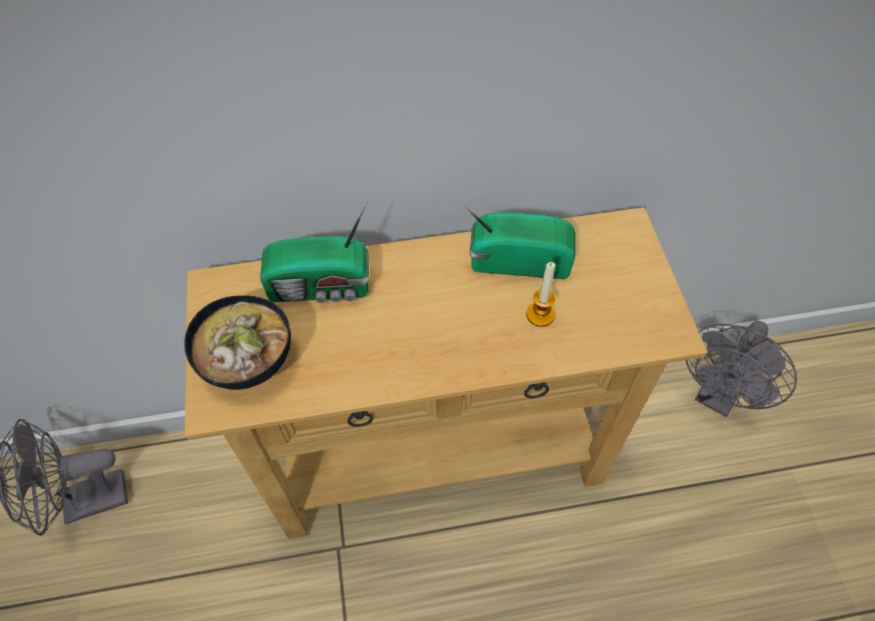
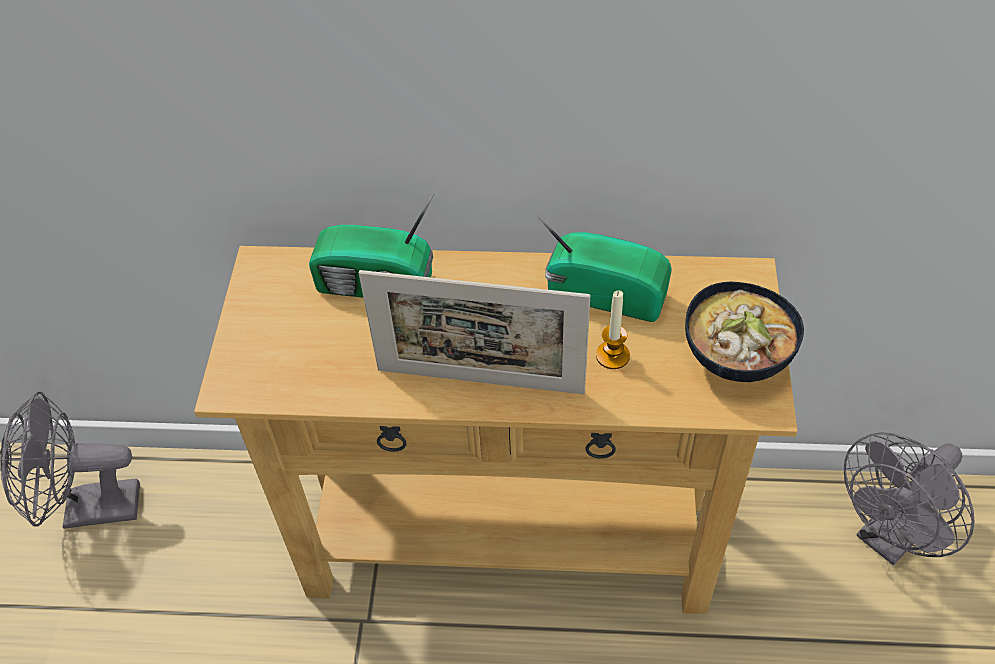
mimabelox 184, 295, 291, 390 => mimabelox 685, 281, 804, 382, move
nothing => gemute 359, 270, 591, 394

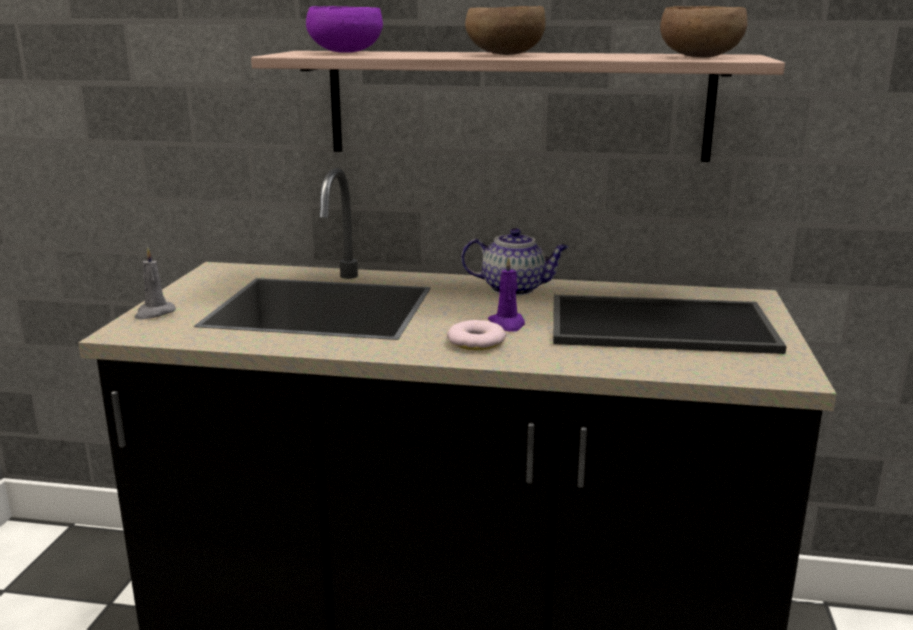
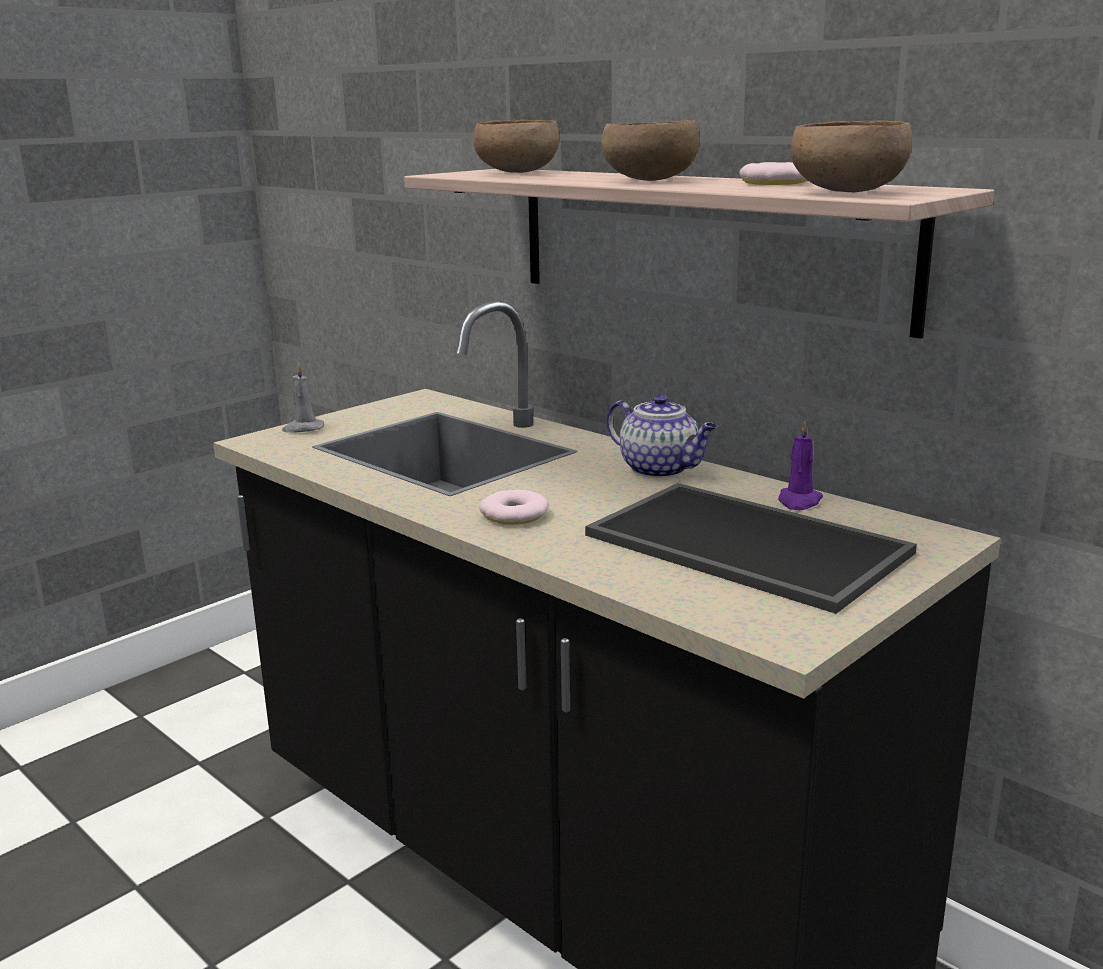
mimabelox (purple) 306, 6, 383, 53 => mimabelox (brown) 473, 120, 559, 173
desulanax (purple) 488, 256, 525, 331 => desulanax (purple) 778, 420, 823, 510, move
nothing => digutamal 739, 162, 807, 185

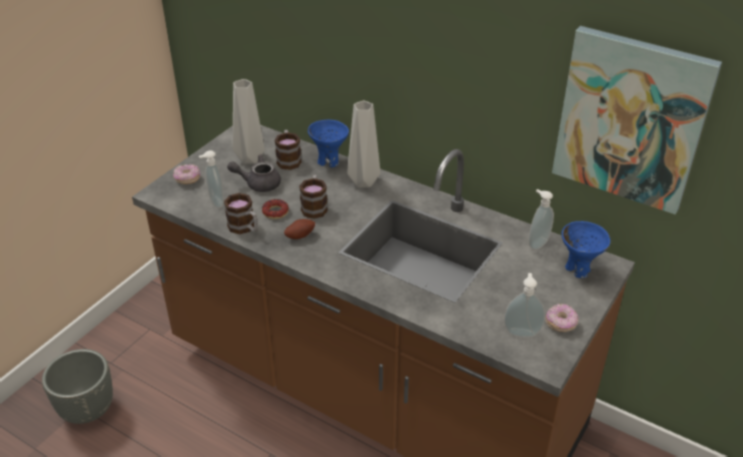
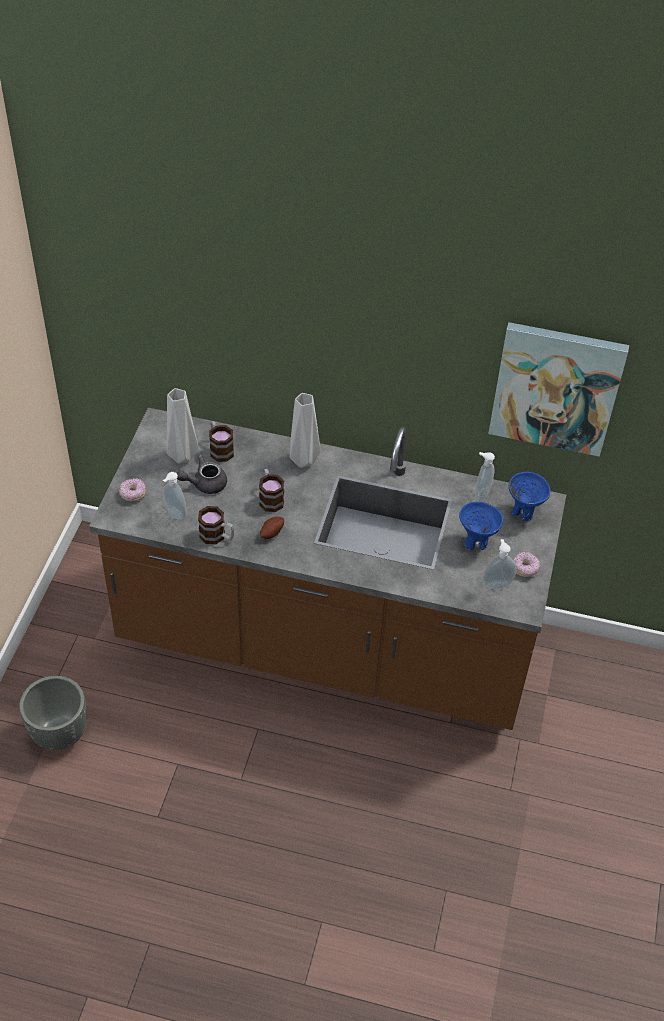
mimabelox (blue) 308, 120, 349, 167 => mimabelox (blue) 459, 501, 503, 550, move
digutamal 262, 199, 289, 219 => nothing

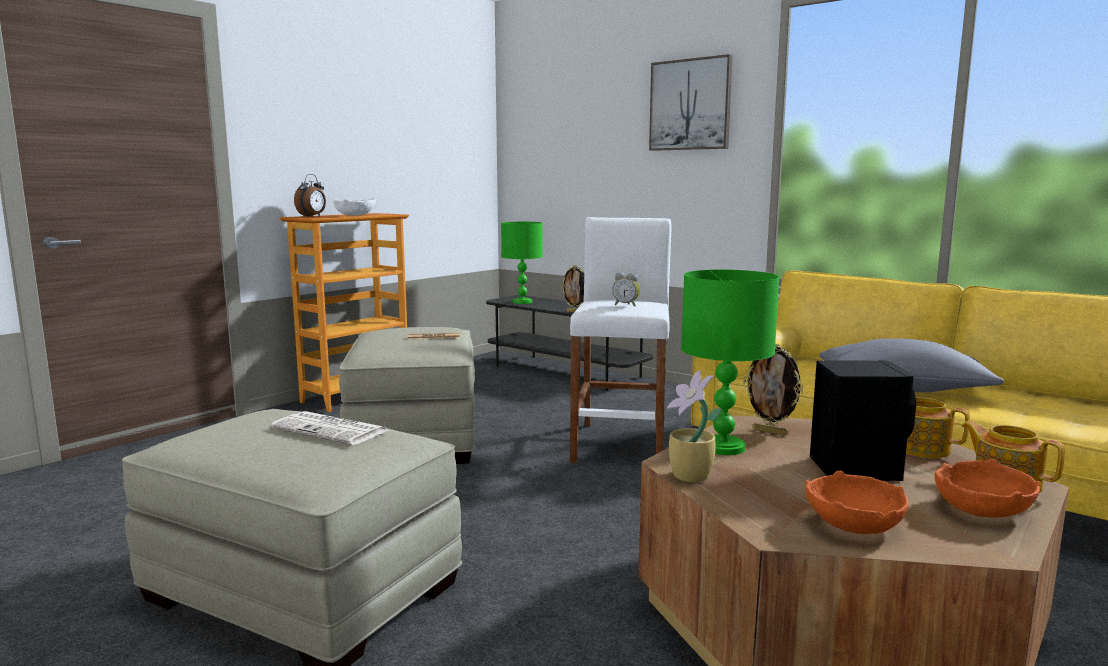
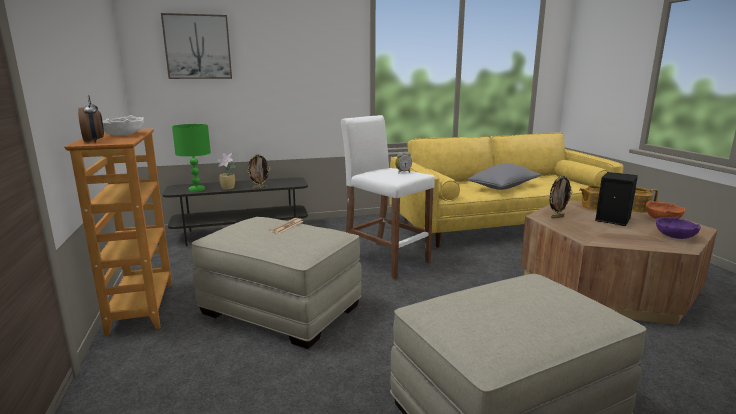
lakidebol 649, 54, 733, 151 => lakidebol 161, 13, 232, 79, move
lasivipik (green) 681, 270, 779, 455 => nothing
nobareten 667, 370, 722, 482 => nobareten 217, 153, 237, 190, move
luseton 270, 411, 388, 445 => nothing
mimabelox (orange) 805, 470, 908, 534 => mimabelox (purple) 656, 217, 701, 239

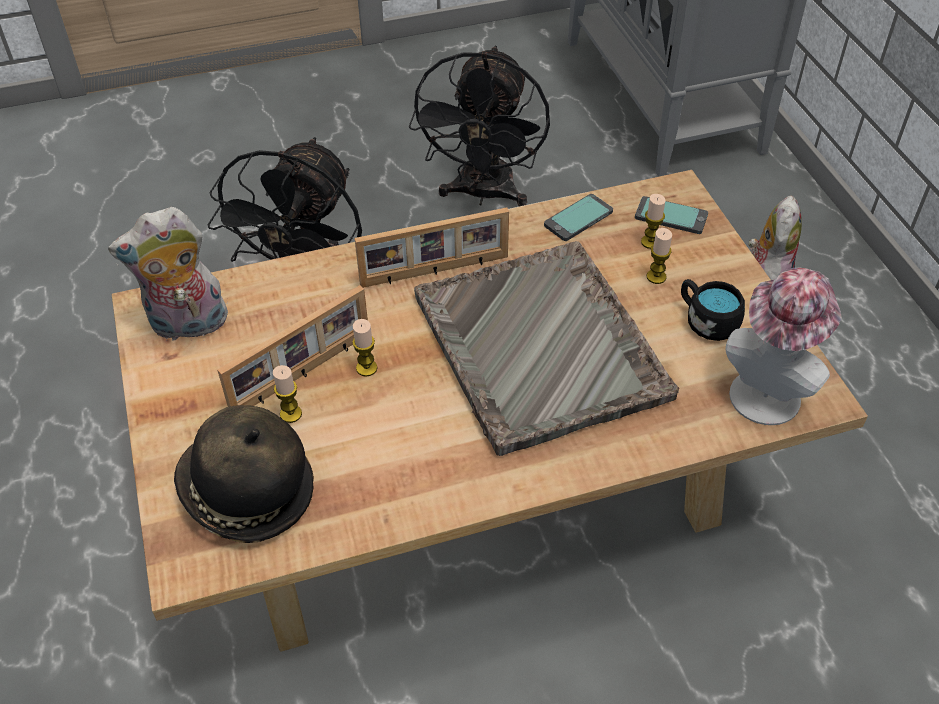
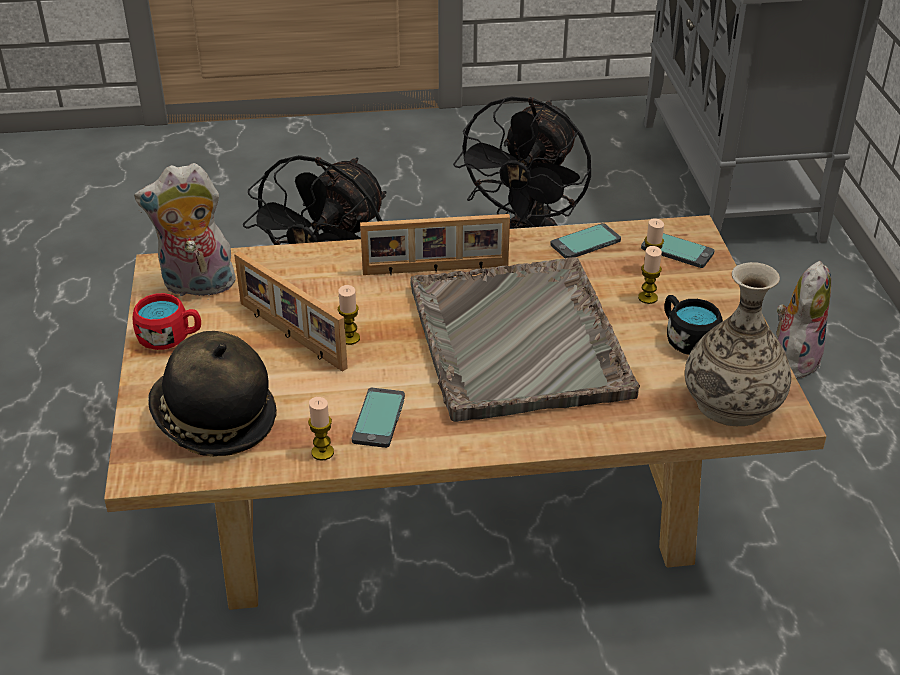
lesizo 725, 268, 842, 425 => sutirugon 685, 262, 791, 426
gemute 217, 285, 368, 407 => gemute 234, 251, 348, 372, 75 degrees clockwise
desulanax 273, 365, 302, 423 => desulanax 308, 397, 334, 461, move
nothing => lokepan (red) 133, 293, 201, 350
nothing => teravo 352, 388, 405, 448

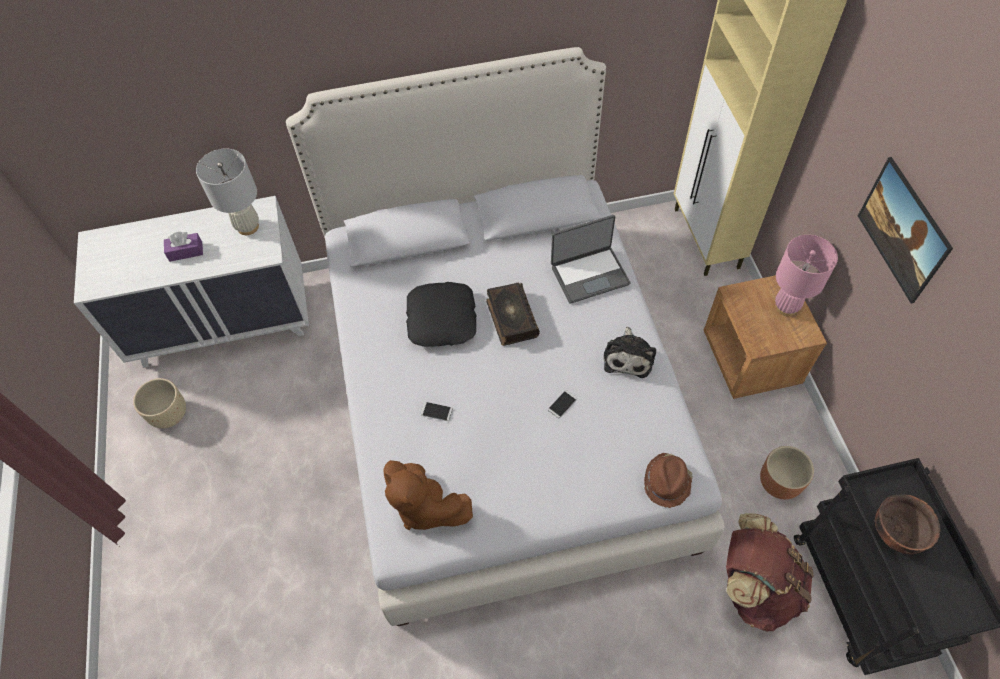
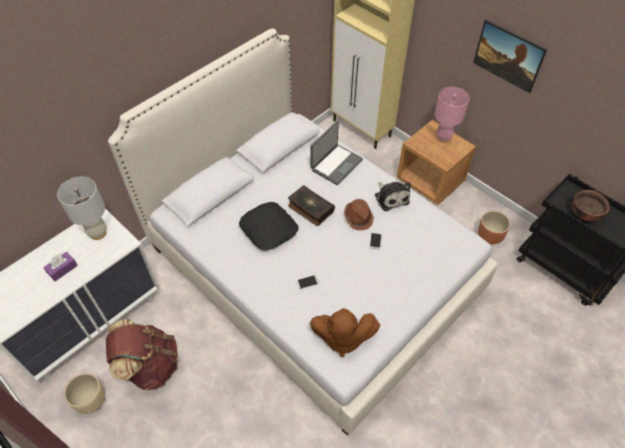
lesizo (brown) 644, 453, 693, 508 => lesizo (brown) 344, 199, 374, 230, move
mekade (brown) 726, 513, 813, 631 => mekade (brown) 106, 319, 178, 390, move

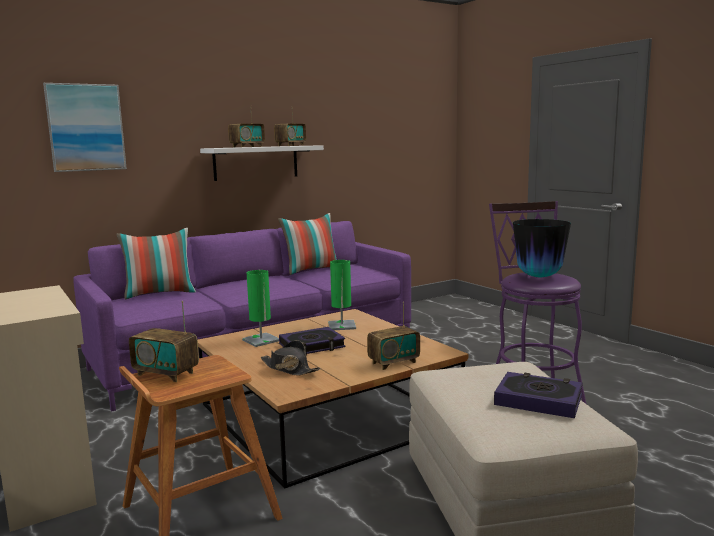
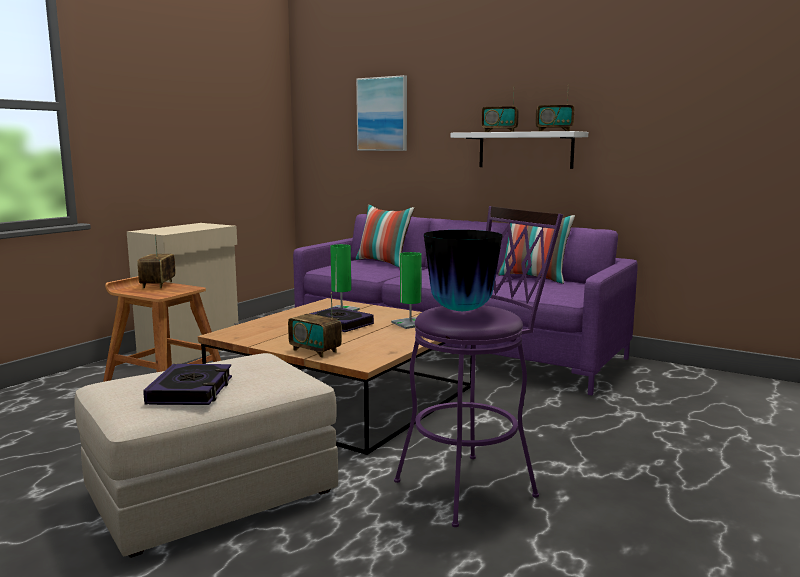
lesizo (black) 261, 340, 321, 376 => nothing

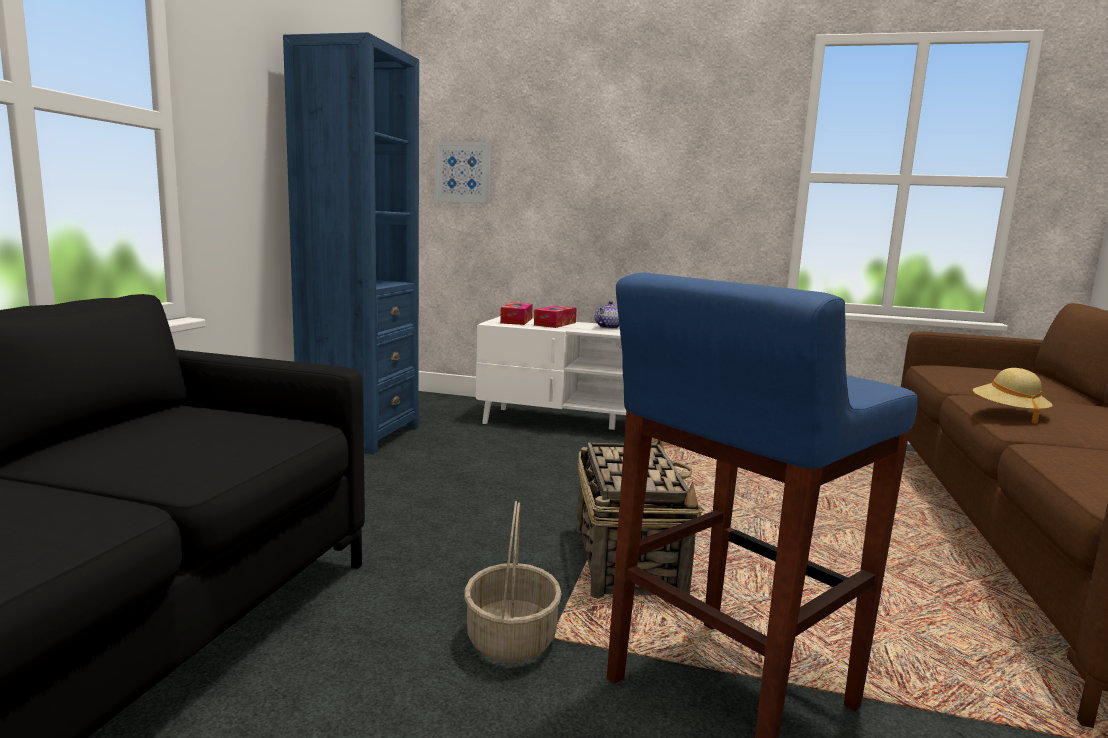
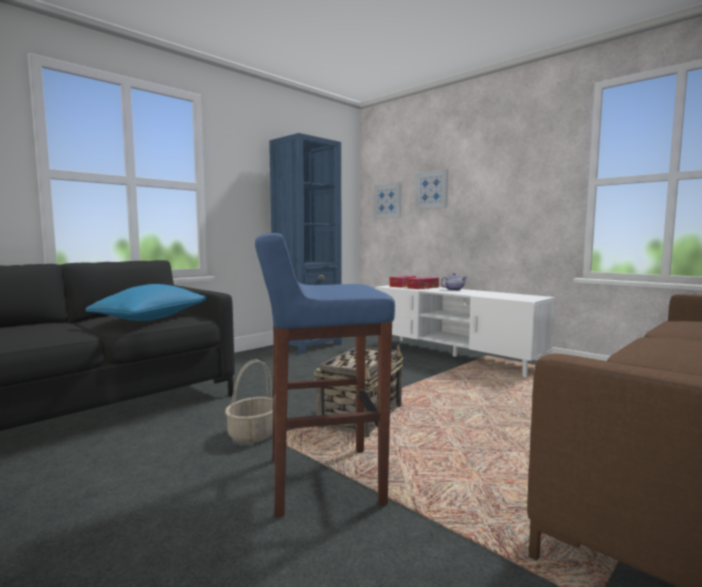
lesizo (beige) 973, 368, 1052, 424 => nothing
nothing => lakidebol 415, 169, 448, 209
nothing => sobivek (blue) 86, 284, 206, 321

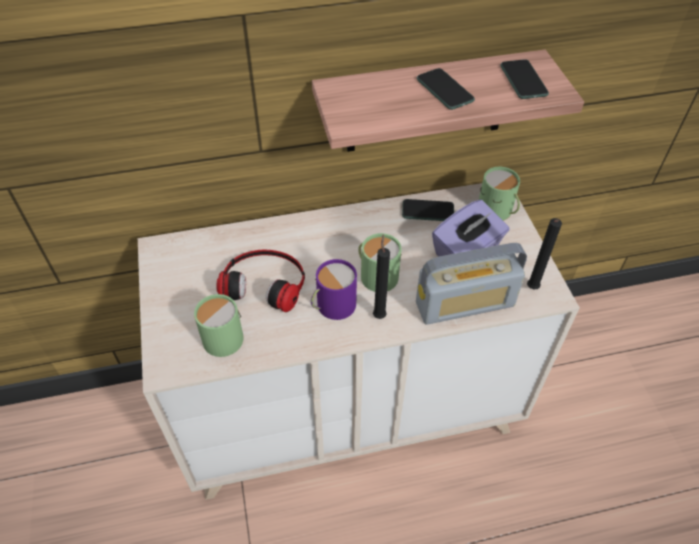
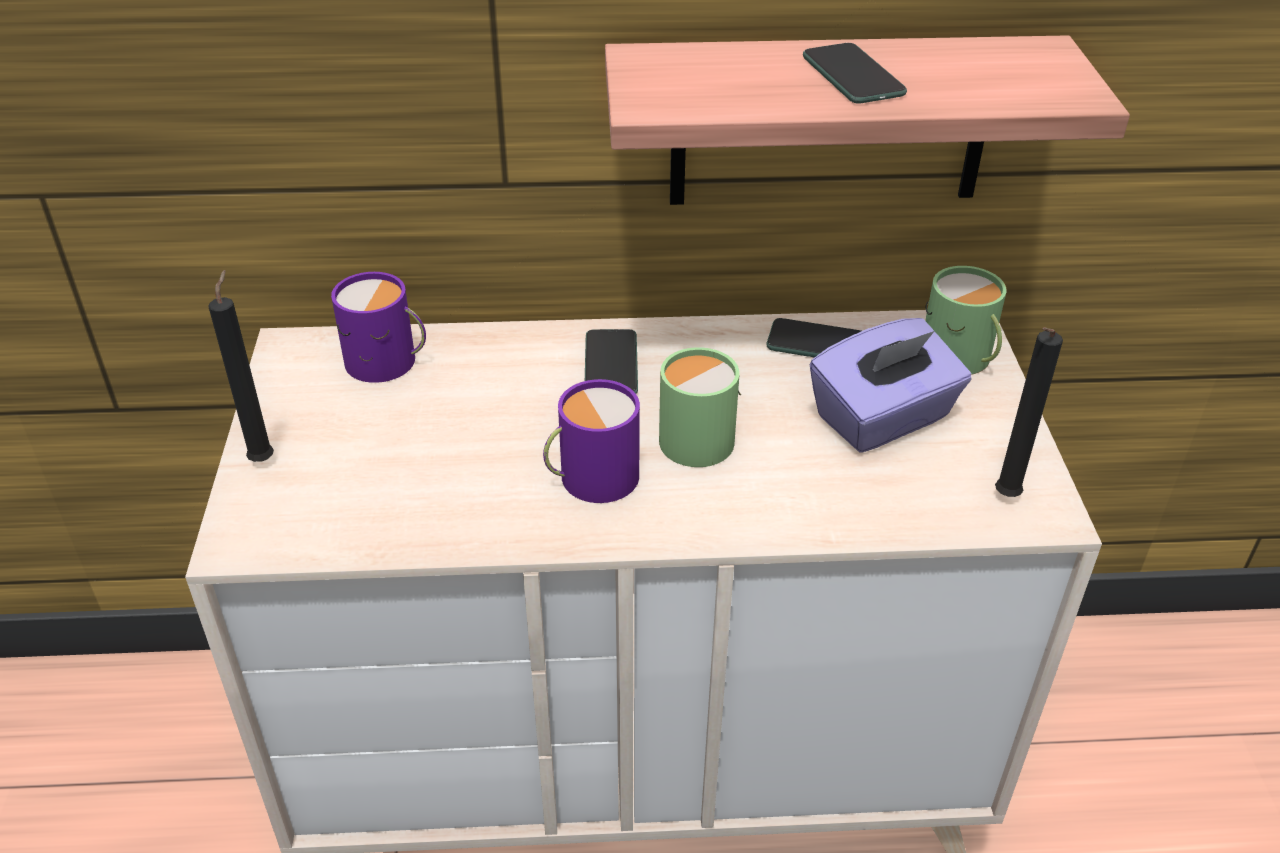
teravo 501, 59, 549, 99 => teravo 585, 329, 638, 394, move
desulanax (black) 373, 234, 390, 319 => desulanax (black) 208, 270, 274, 462, move
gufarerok 416, 243, 527, 325 => nothing
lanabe 217, 250, 305, 312 => nothing
lokepan (green) 194, 294, 244, 357 => nothing
nothing => lokepan (purple) 331, 272, 426, 383

